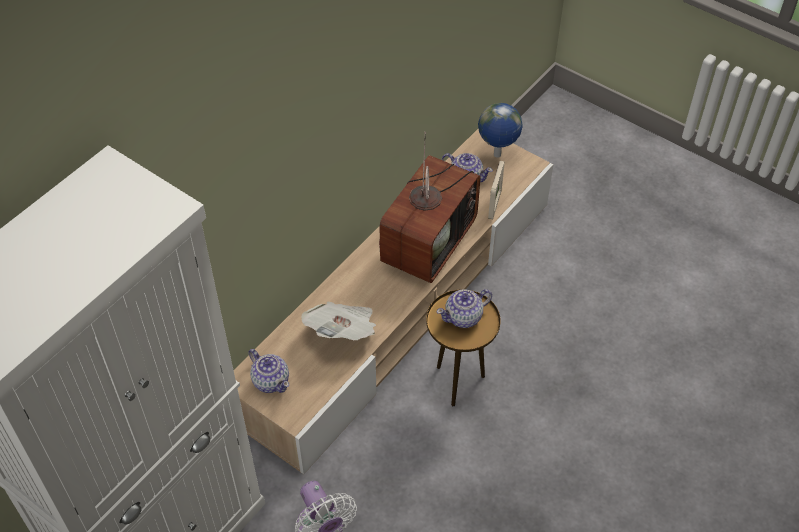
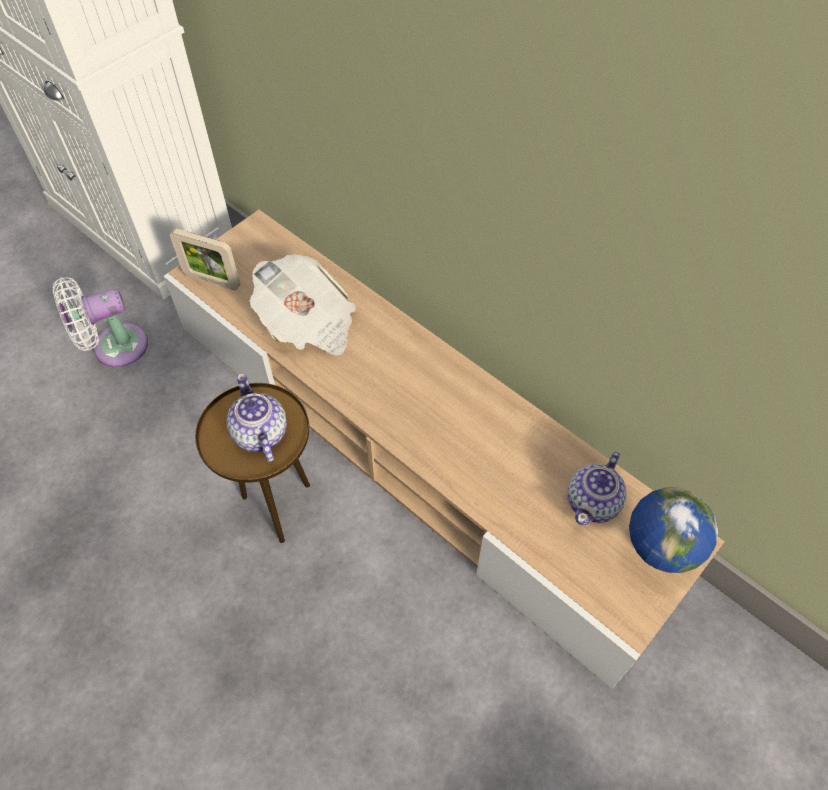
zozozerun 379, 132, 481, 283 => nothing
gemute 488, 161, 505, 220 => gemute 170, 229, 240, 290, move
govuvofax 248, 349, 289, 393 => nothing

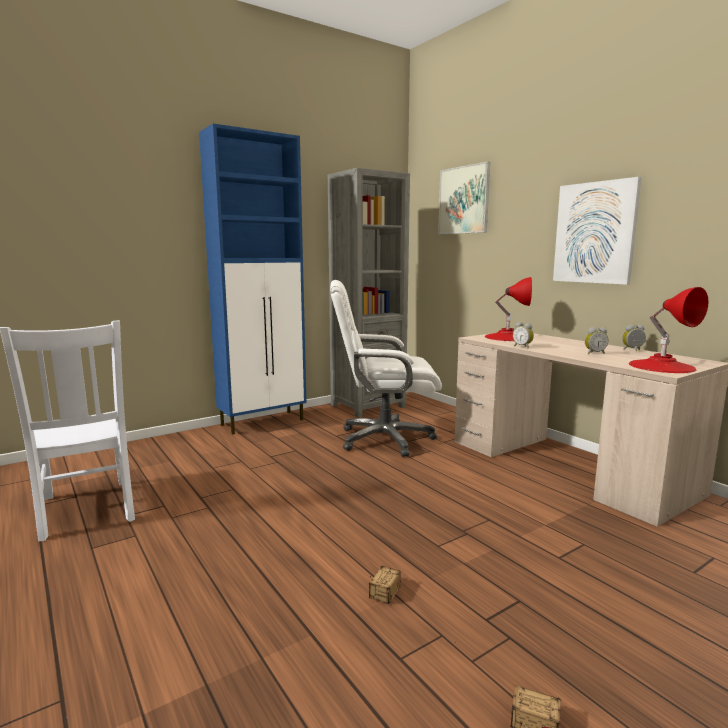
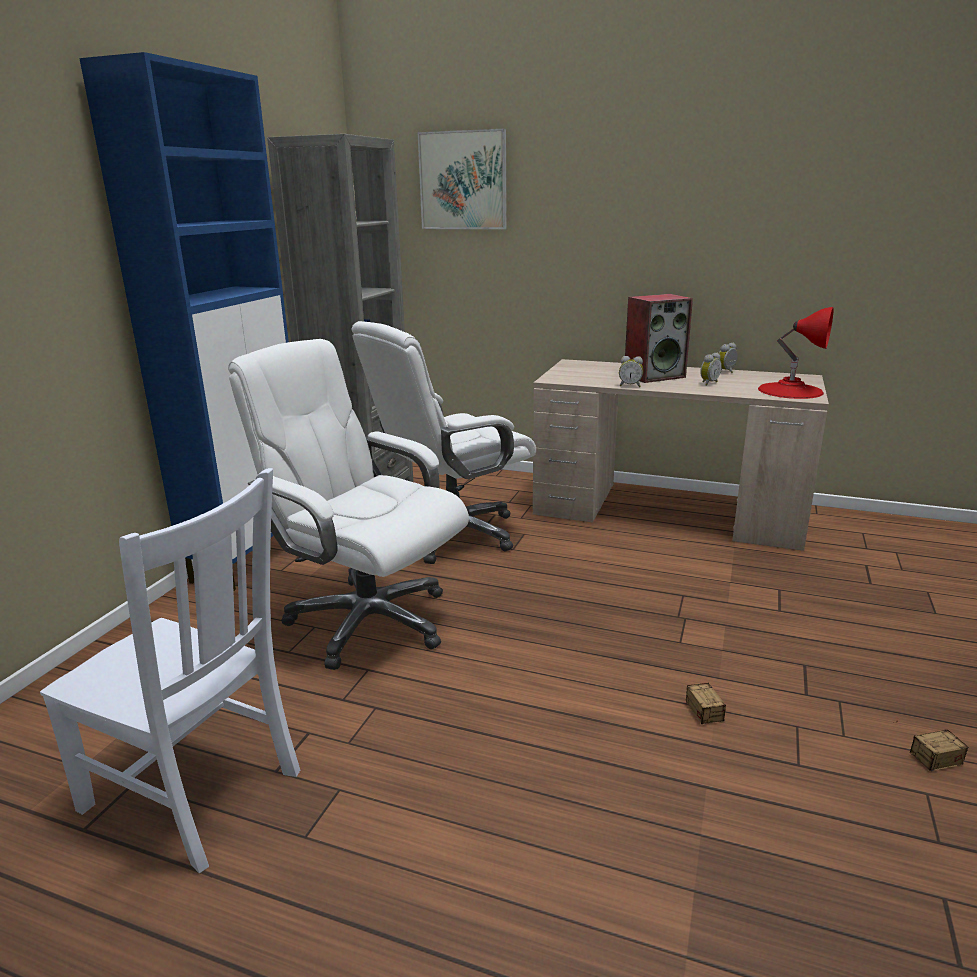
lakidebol 553, 177, 642, 285 => nothing
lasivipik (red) 485, 277, 532, 341 => nothing
nothing => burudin 625, 294, 693, 383
nothing => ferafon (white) 228, 339, 469, 670

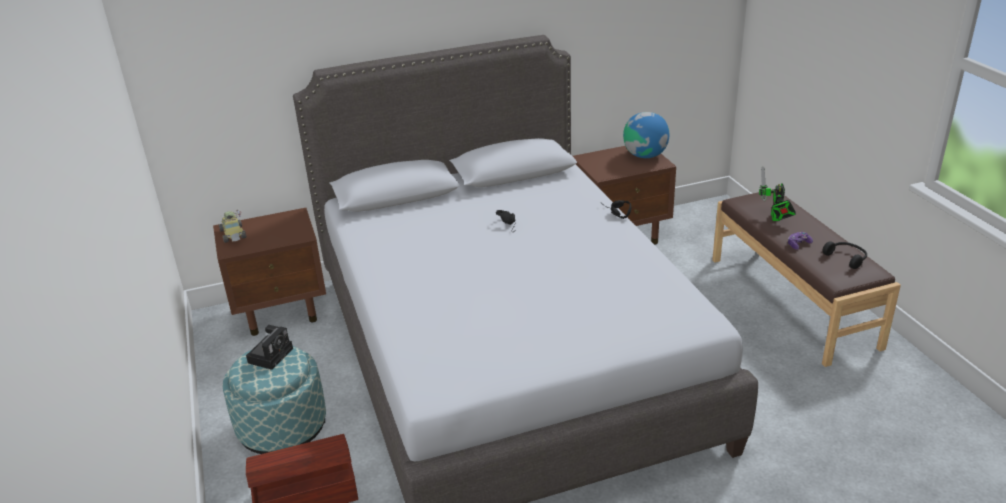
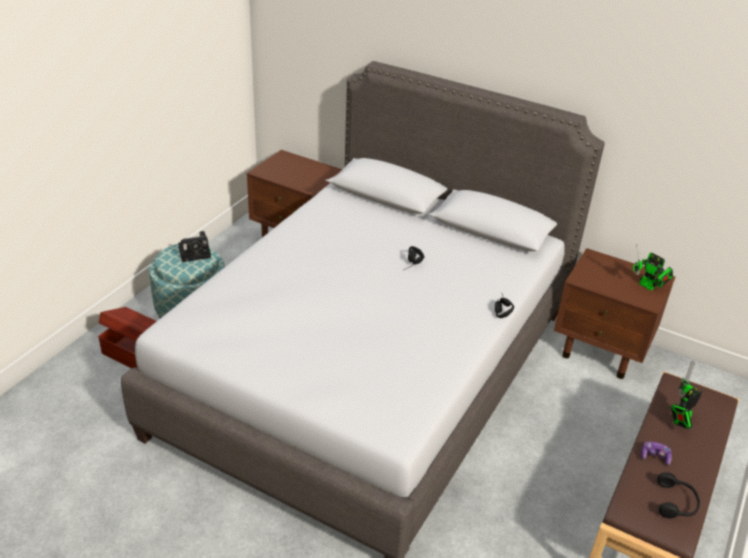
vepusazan 623, 112, 669, 158 => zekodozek 633, 244, 673, 290
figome 219, 210, 247, 243 => nothing

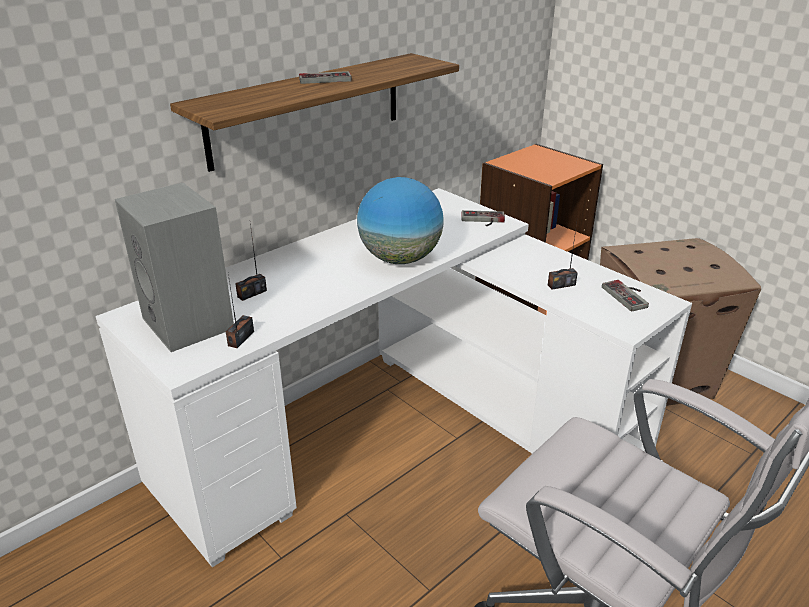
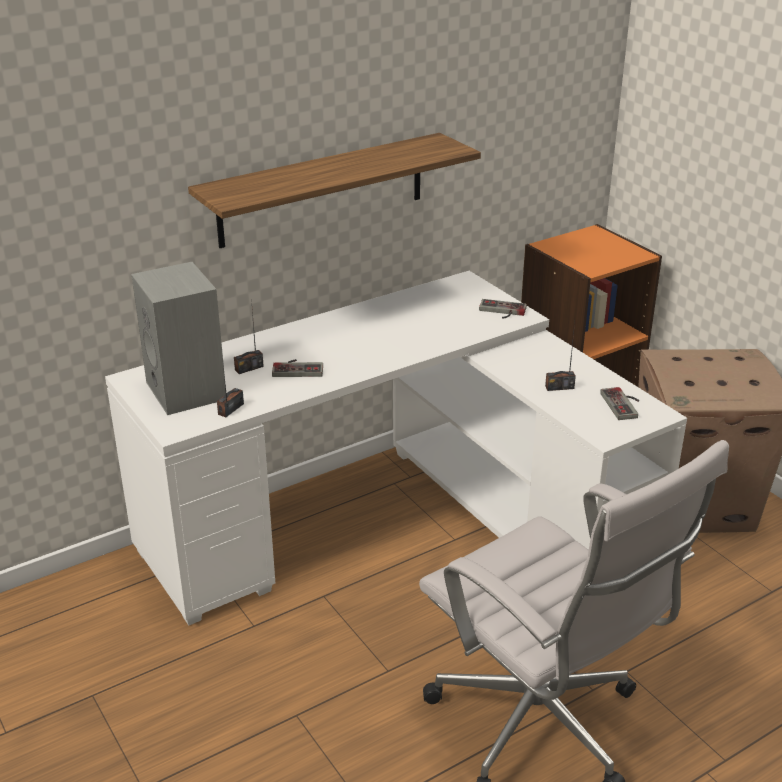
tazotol 299, 71, 352, 84 => tazotol 272, 359, 323, 377, move
vepusazan 357, 177, 444, 264 => nothing

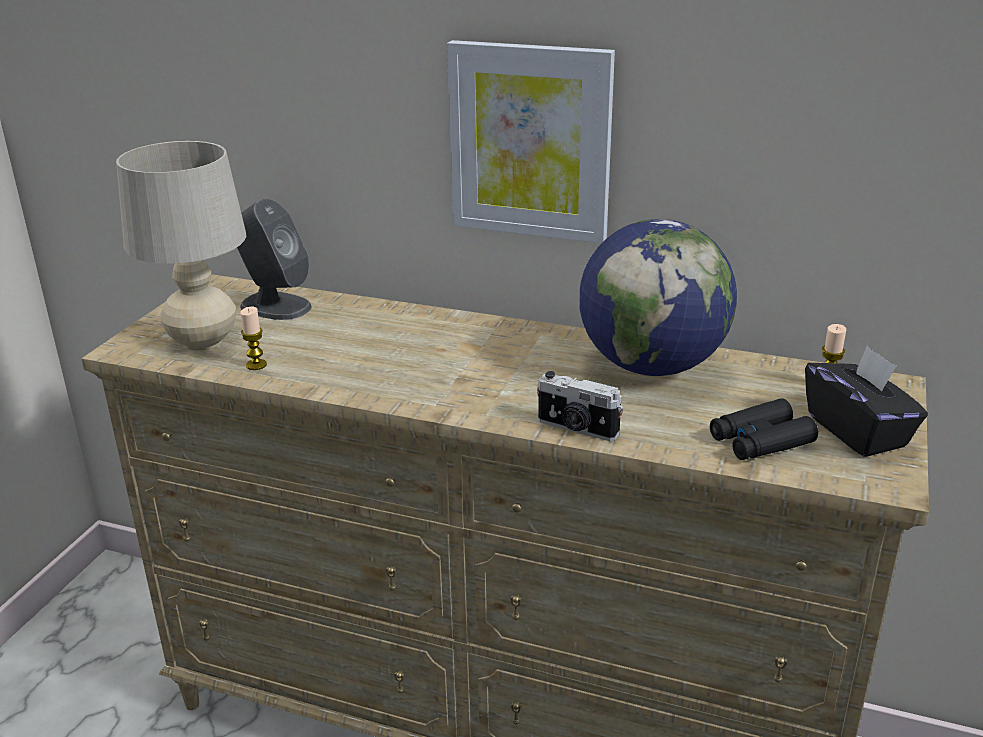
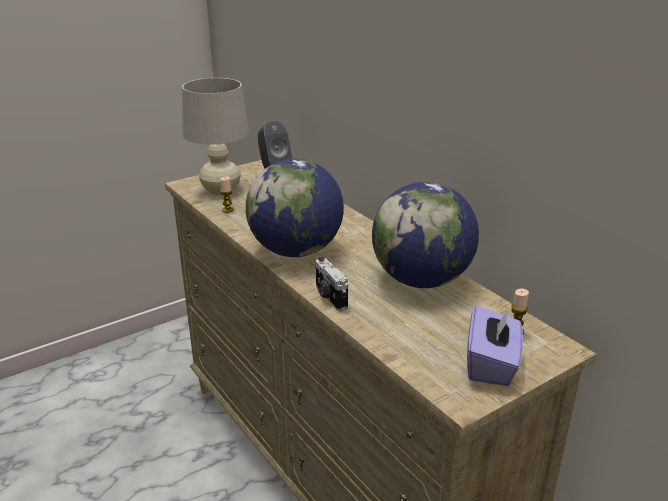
lakidebol 447, 40, 615, 243 => nothing
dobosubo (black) 805, 345, 928, 457 => dobosubo (purple) 467, 306, 523, 386
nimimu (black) 710, 399, 818, 460 => nothing
nothing => vepusazan 246, 159, 344, 257

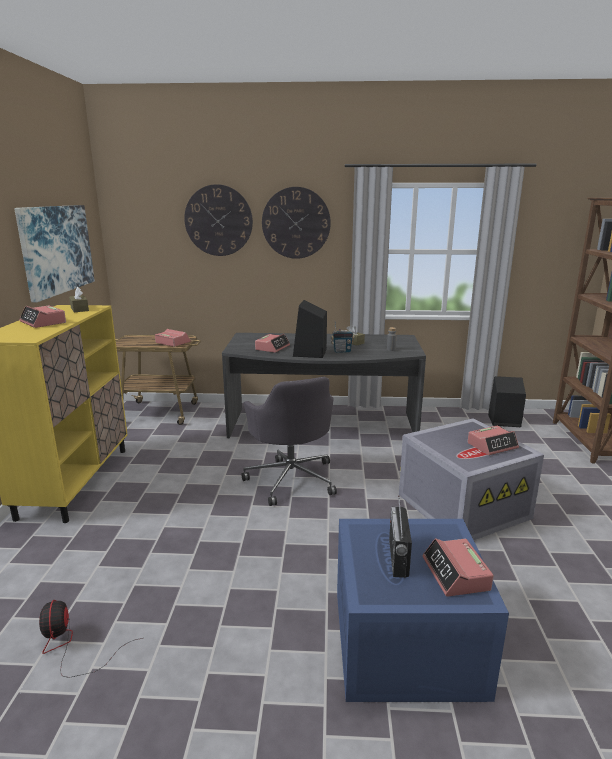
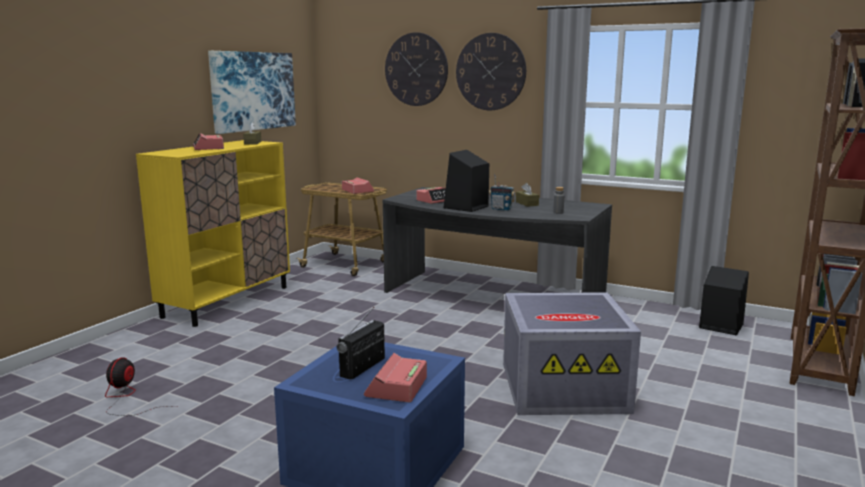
ferafon (grey) 242, 377, 337, 506 => nothing
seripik 467, 426, 519, 455 => nothing

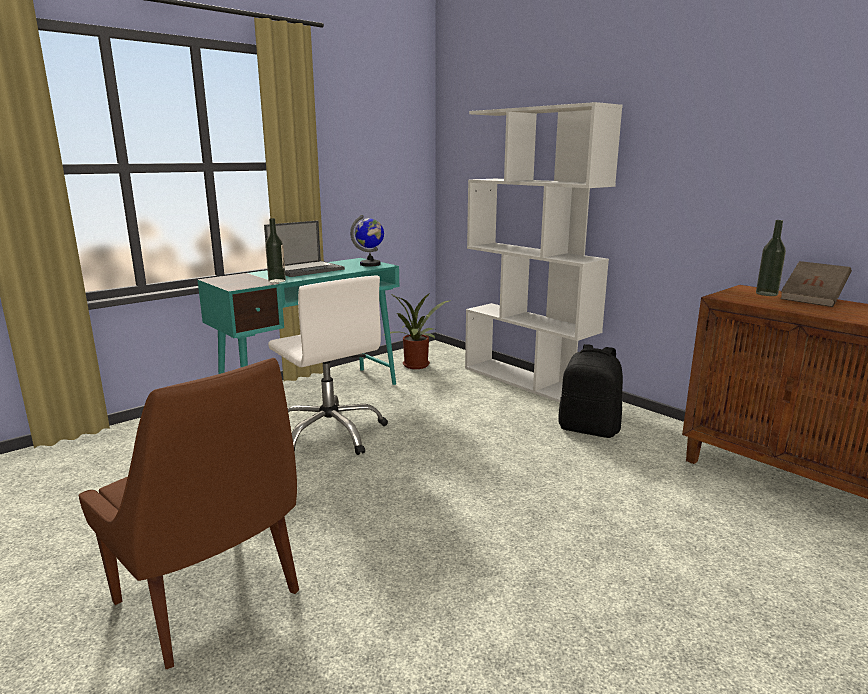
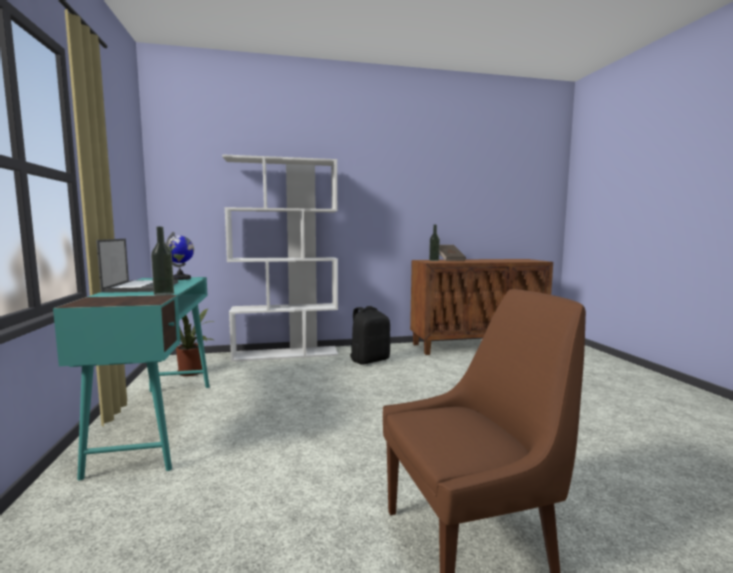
ferafon (white) 268, 276, 388, 455 => nothing

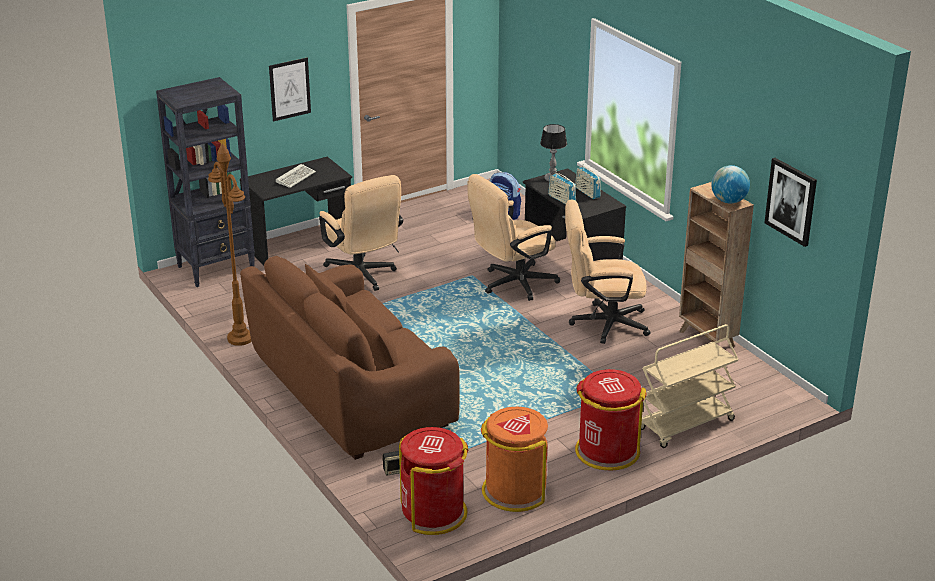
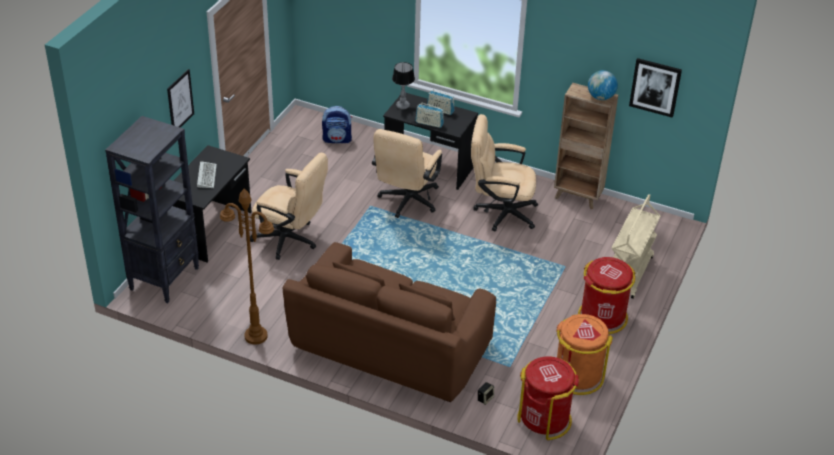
ferafon (beige) 565, 199, 651, 344 => ferafon (beige) 471, 114, 538, 231, 45 degrees clockwise

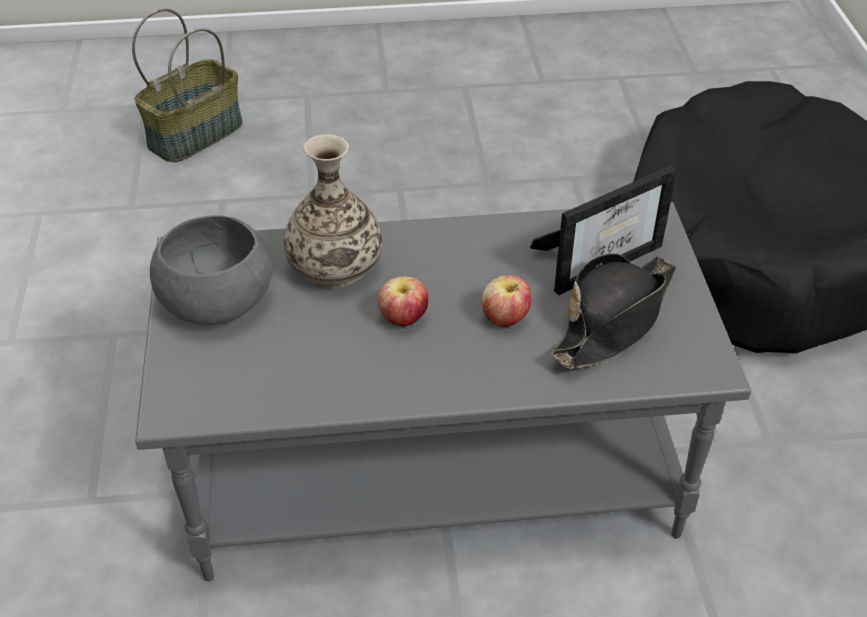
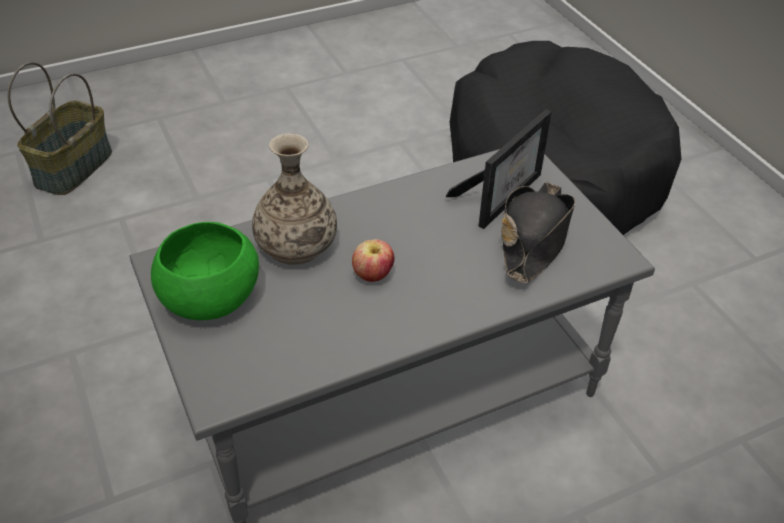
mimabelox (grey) 150, 215, 273, 325 => mimabelox (green) 151, 222, 259, 320
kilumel 481, 275, 531, 327 => nothing

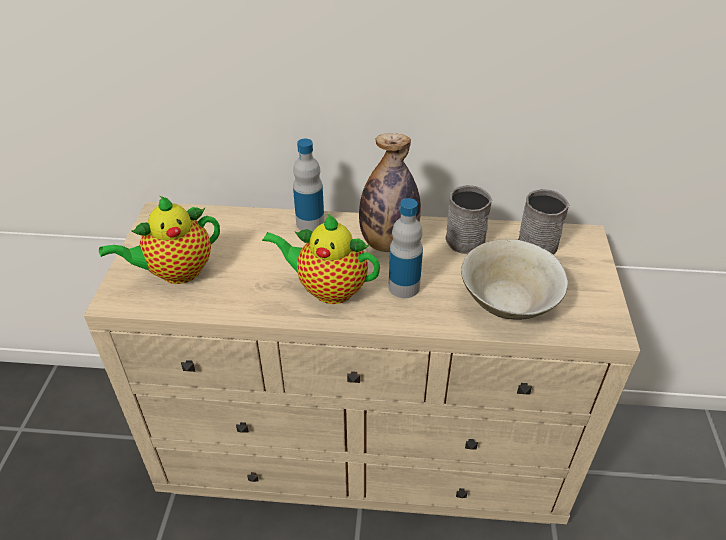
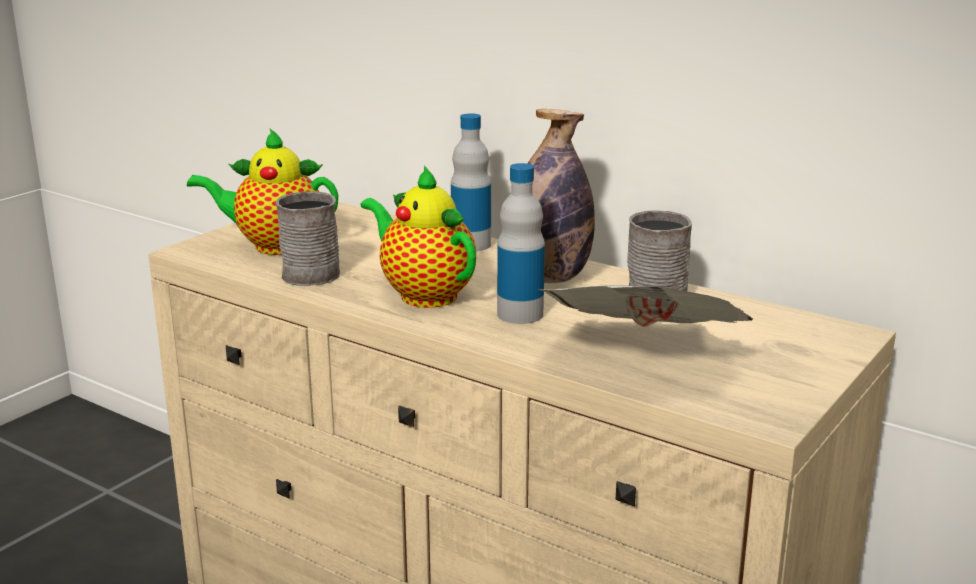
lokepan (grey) 518, 189, 570, 255 => lokepan (grey) 276, 192, 340, 286, move
mimabelox (beige) 461, 239, 568, 320 => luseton 537, 285, 754, 327

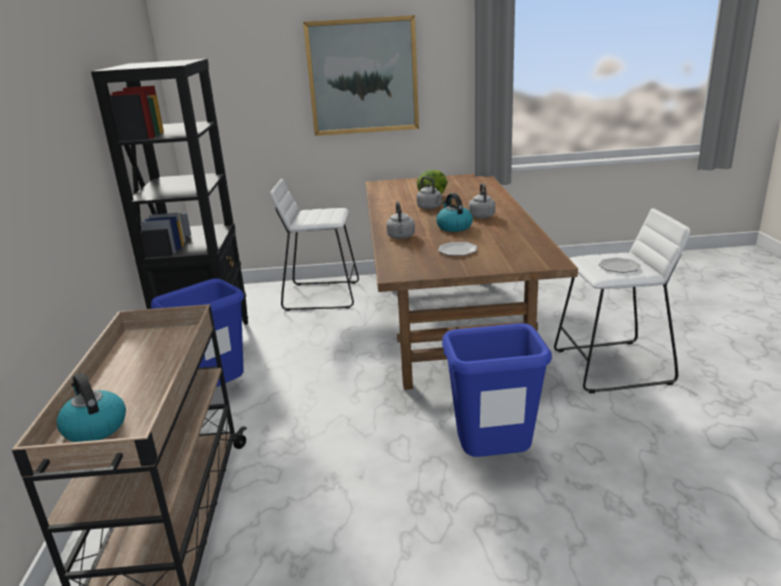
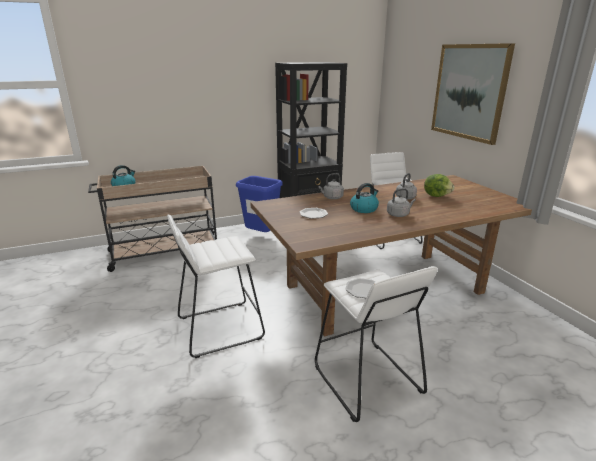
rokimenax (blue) 442, 323, 552, 457 => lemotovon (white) 167, 214, 265, 358

